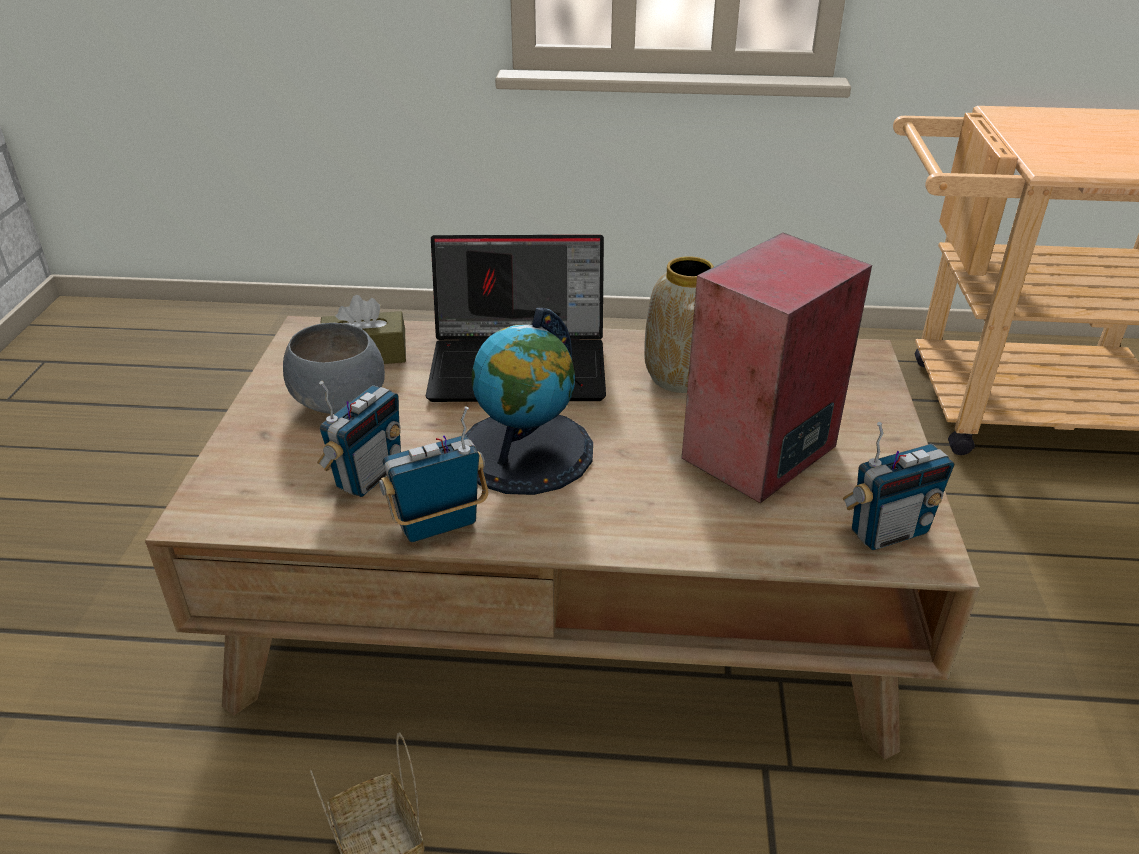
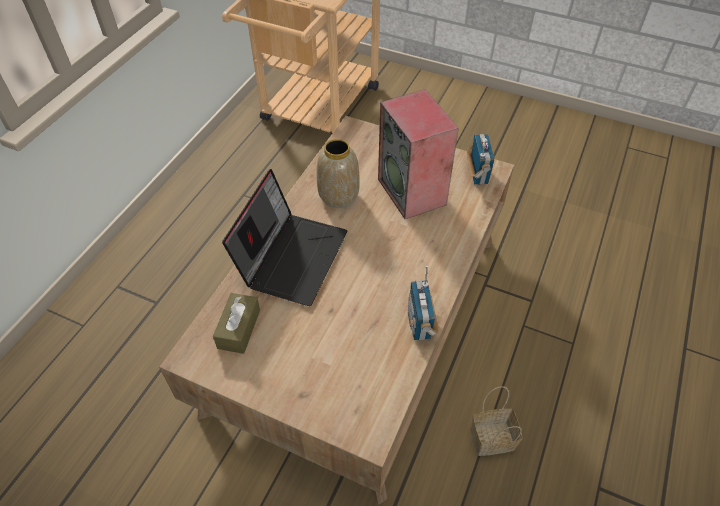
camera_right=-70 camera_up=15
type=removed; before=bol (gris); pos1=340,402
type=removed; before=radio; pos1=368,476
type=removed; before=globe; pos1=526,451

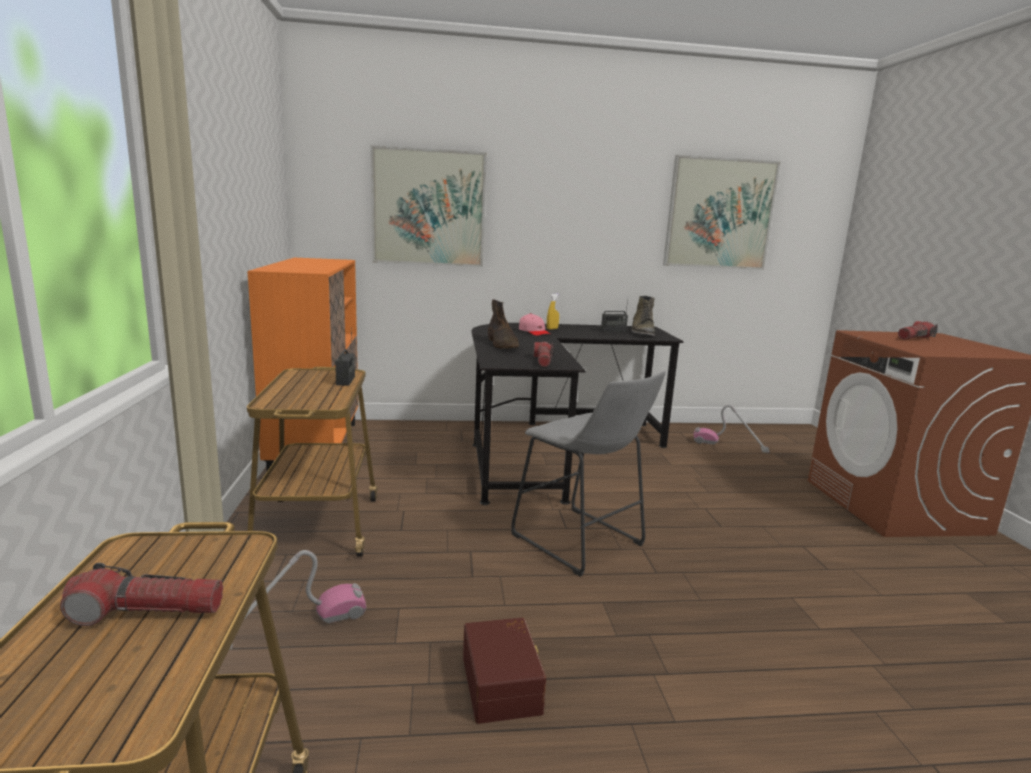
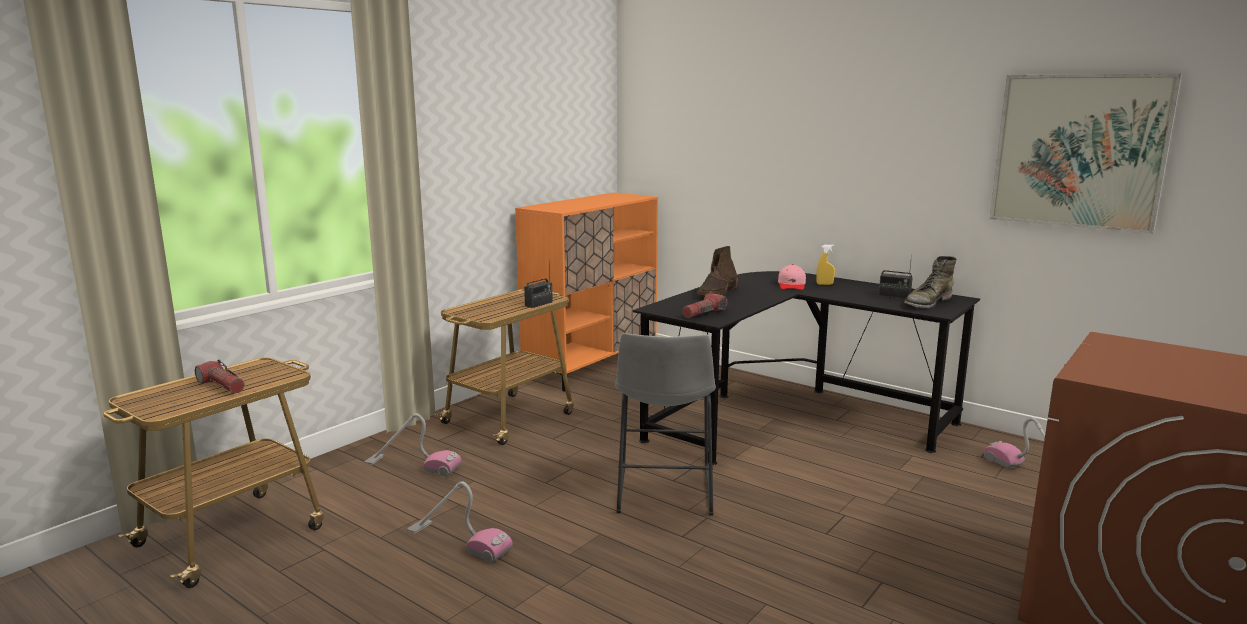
camera_right=45 camera_up=0
type=replaced; before=boîte de rangement (marron); after=aspirateur; pos1=503,684; pos2=458,541
type=removed; before=tableau; pos1=428,208
type=removed; before=lampe de poche; pos1=915,338

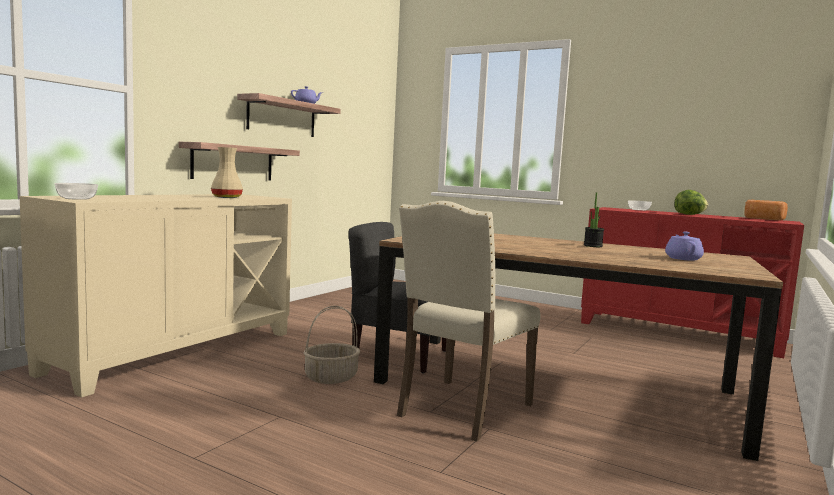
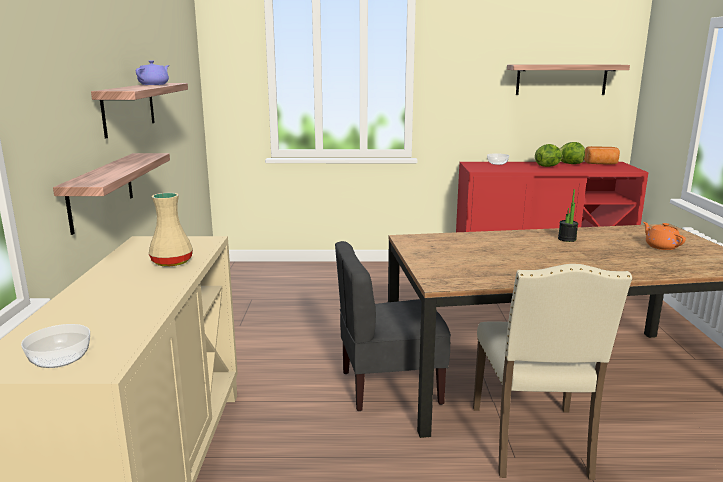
camera_right=-30 camera_up=10
type=added; after=étagère; pos2=561,79
type=added; after=laitue; pos2=569,164
type=recoloured; before=théière (violet); after=théière (orange); pos1=682,258; pos2=661,246
type=removed; before=panier; pos1=331,377

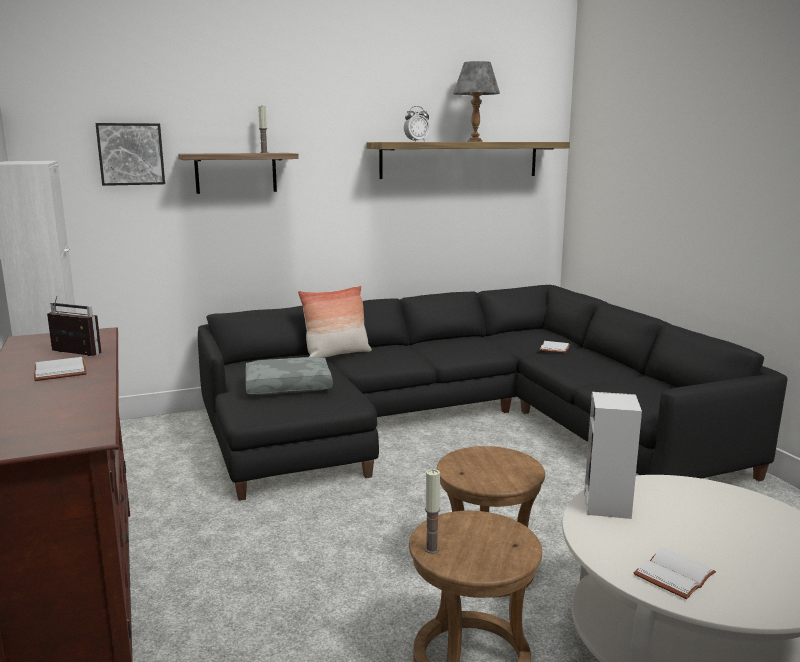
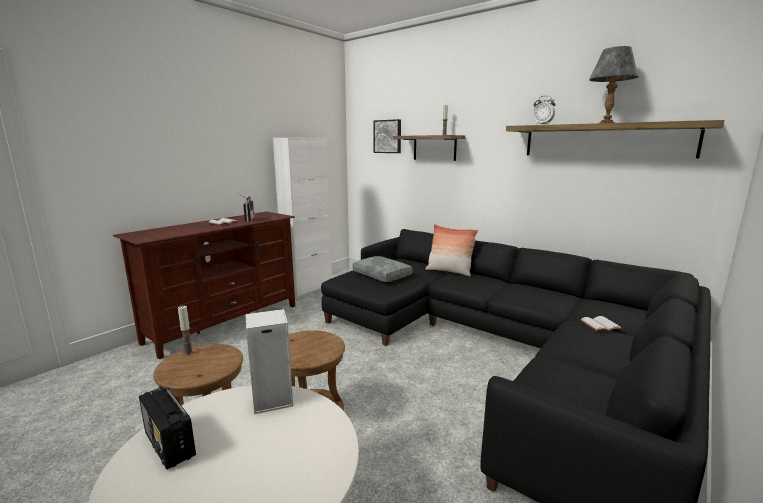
camera_right=60 camera_up=0
type=replaced; before=livre (blanc); after=radio; pos1=673,574; pos2=170,445

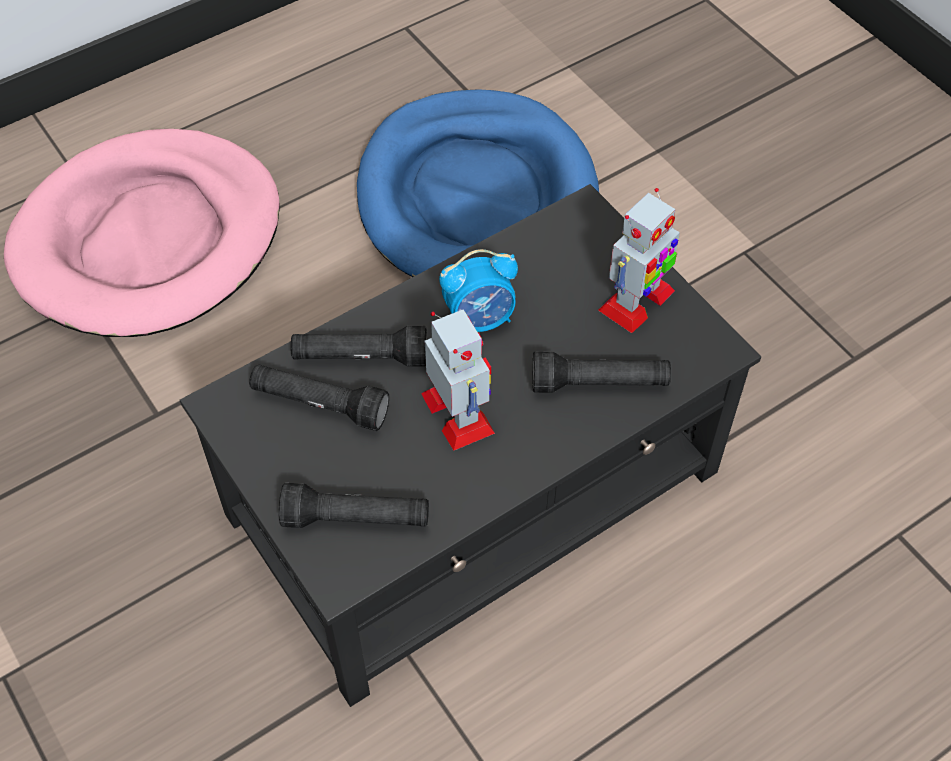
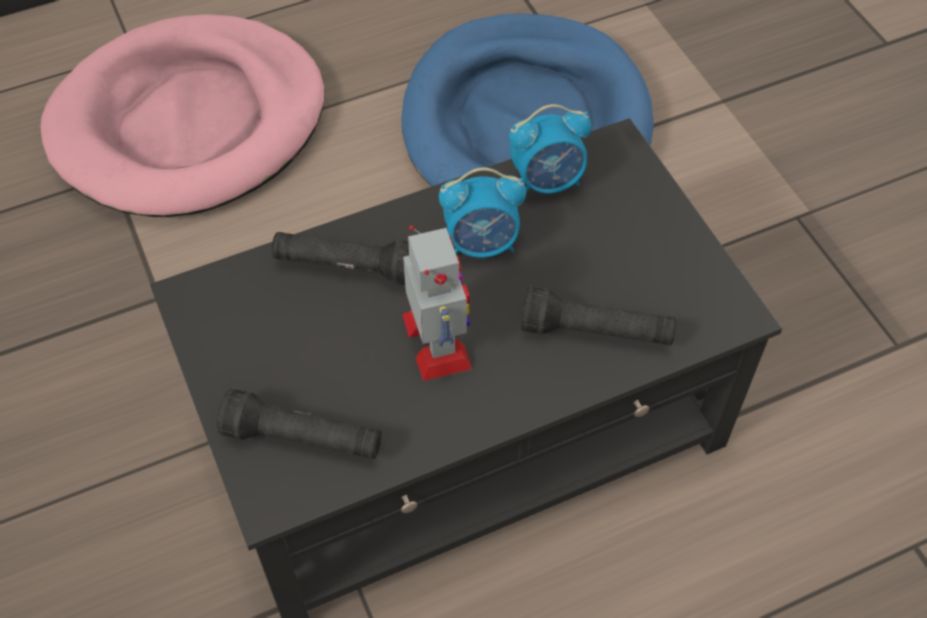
camera_right=10 camera_up=0
type=added; after=réveil; pos2=547,182
type=removed; before=lampe de poche (noir); pos1=319,405
type=removed; before=robot jouet; pos1=636,301

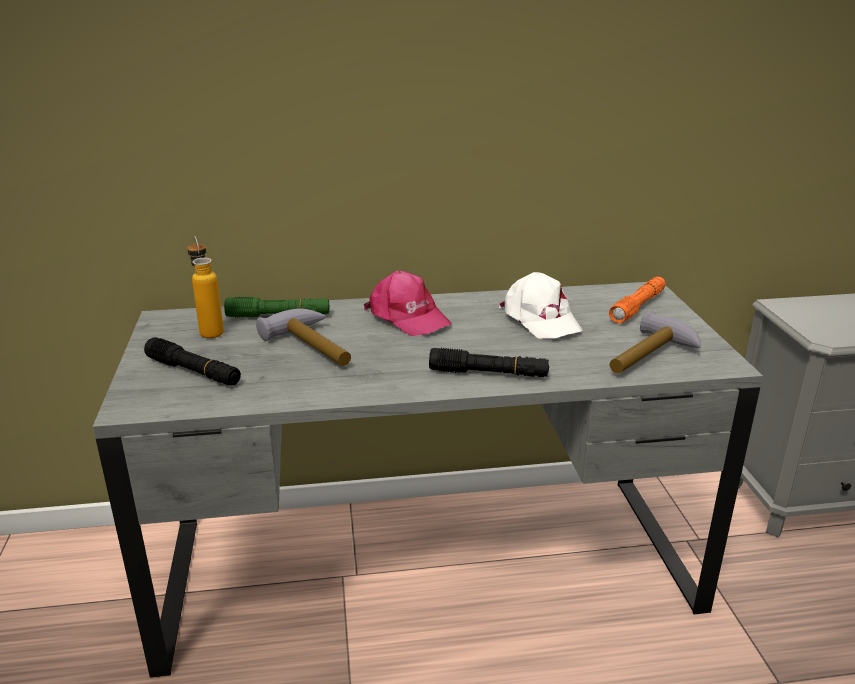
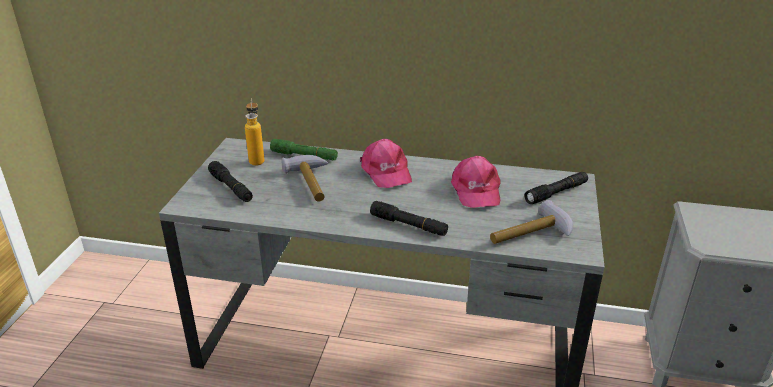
camera_right=20 camera_up=5
type=recoloured; before=casquette (blanc); after=casquette (rose); pos1=540,319; pos2=475,190
type=recoloured; before=lampe de poche (orange); after=lampe de poche (noir); pos1=638,307; pos2=556,193

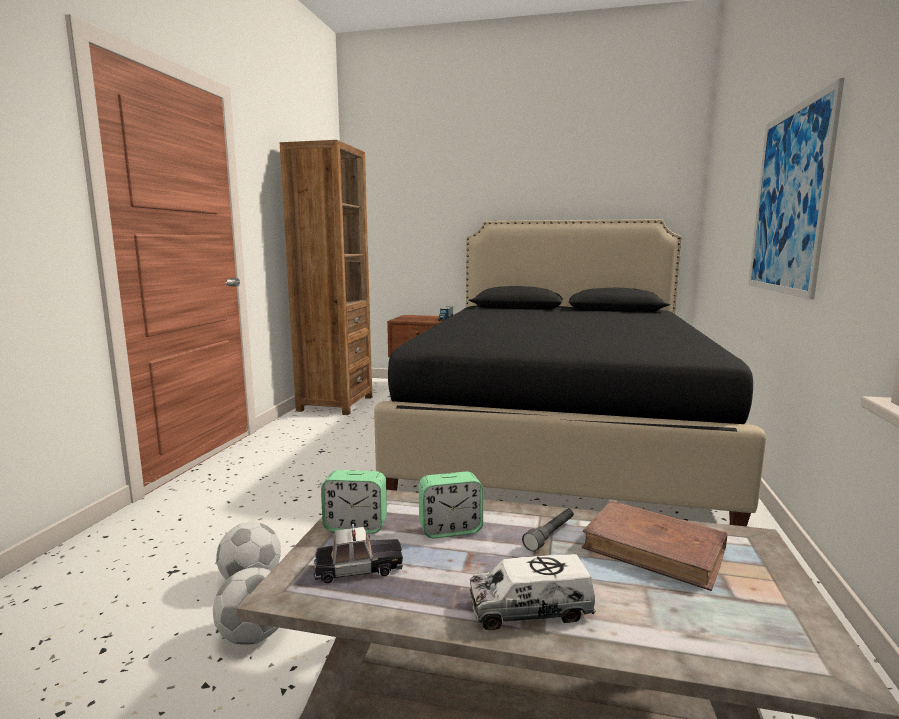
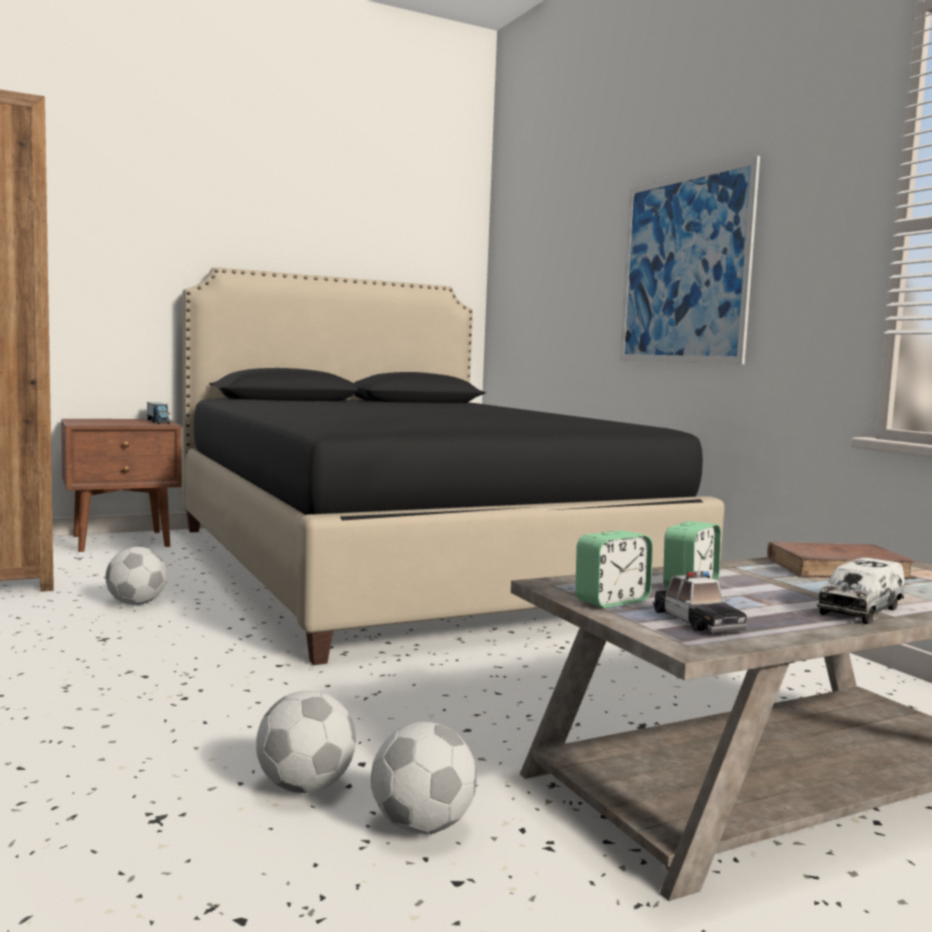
camera_right=-40 camera_up=-5
type=added; after=ballon de foot; pos2=137,603
type=turned; before=petite voiture; pos1=358,567; pos2=696,620; turn=120
type=removed; before=lampe de poche (gris); pos1=550,535

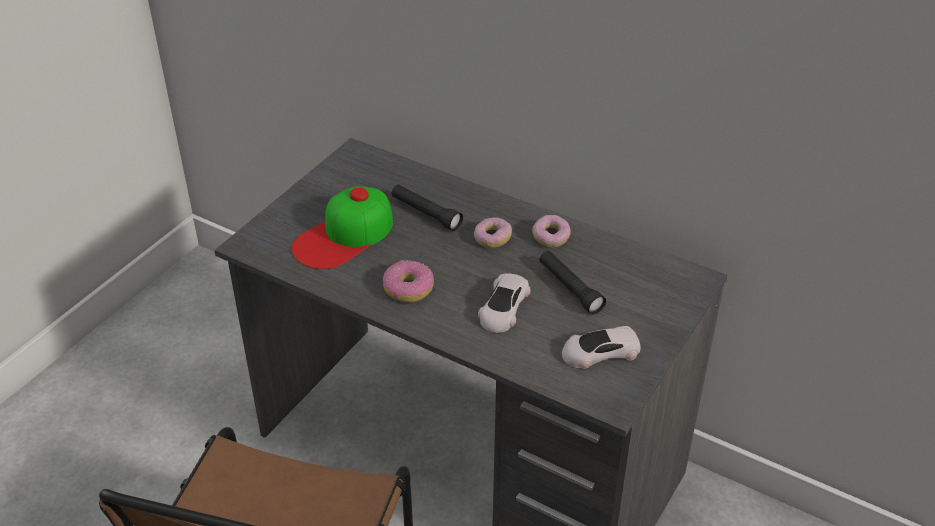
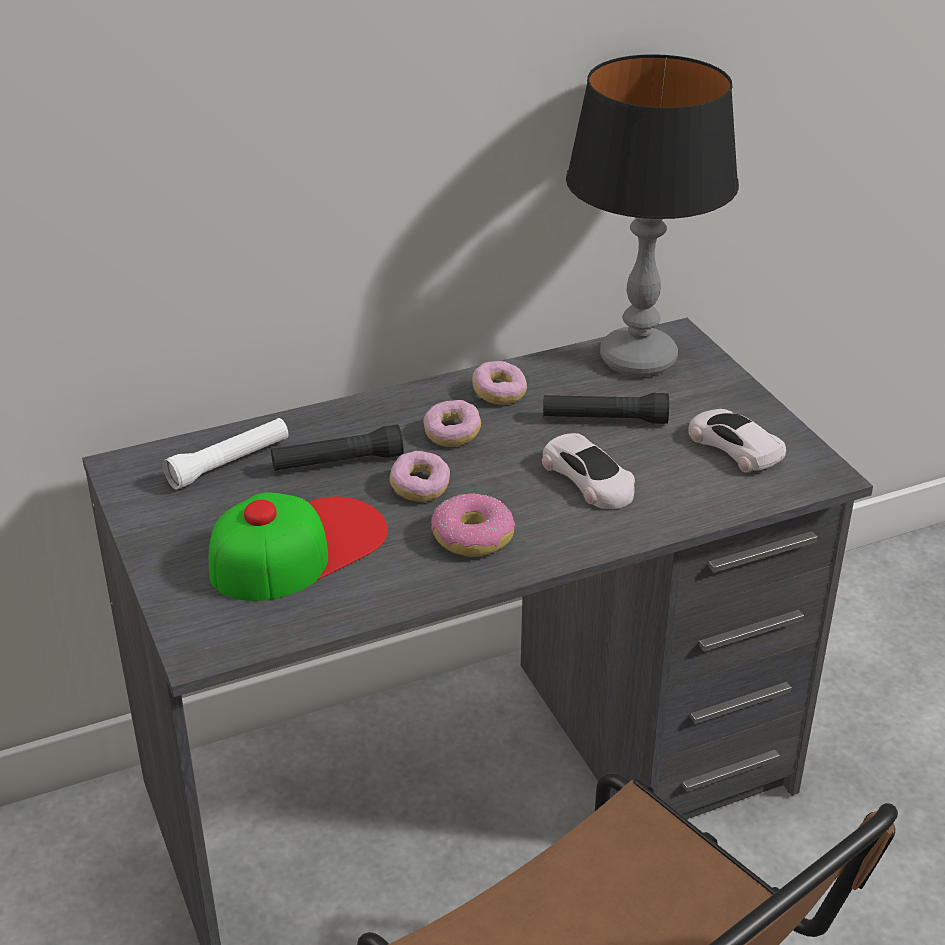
camera_right=-55 camera_up=-5
type=added; after=lampe de poche (blanc); pos2=229,463
type=turned; before=casquette; pos1=344,236; pos2=298,548; turn=-120
type=added; after=beignet; pos2=420,488
type=added; after=lampe de table; pos2=637,359
type=turned; before=petite voiture (blanc); pos1=600,352; pos2=733,447; turn=120

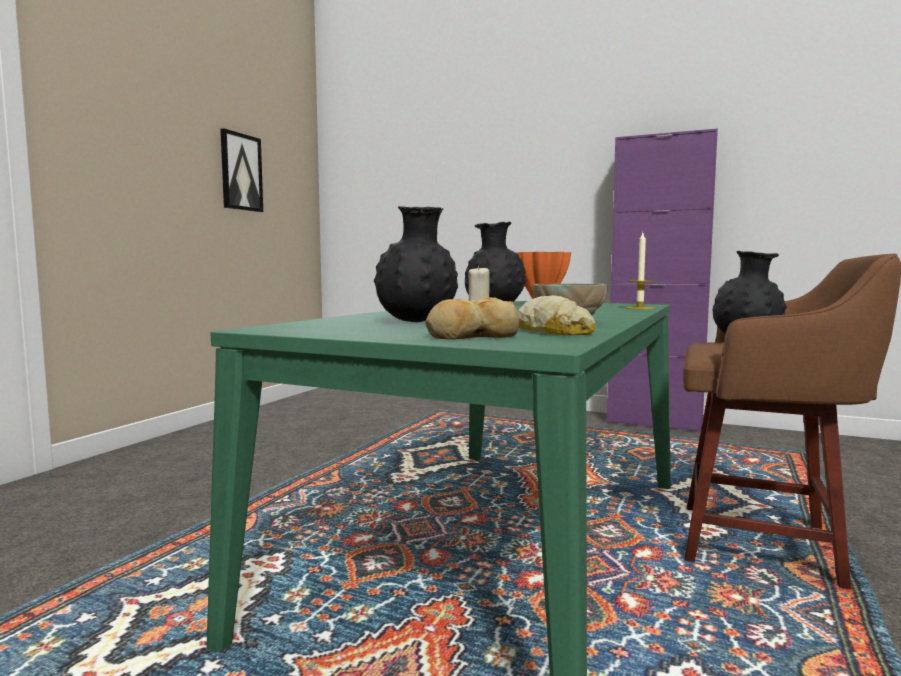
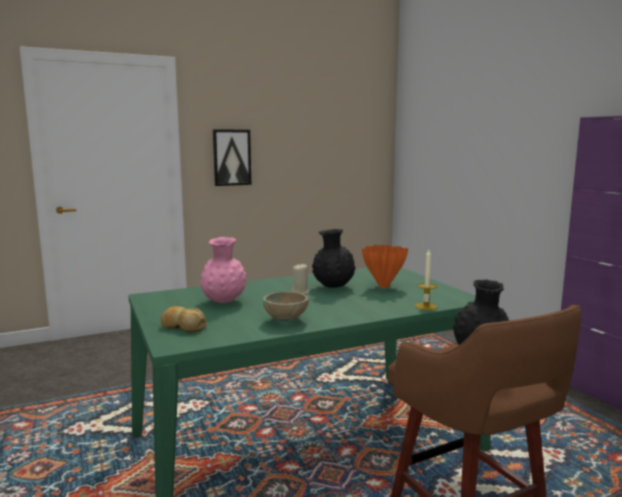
camera_right=40 camera_up=5
type=recoloured; before=vase (noir); after=vase (rose); pos1=416,322; pos2=224,301
type=moved; before=tableau; pos1=241,172; pos2=232,157
type=removed; before=pain; pos1=553,331

